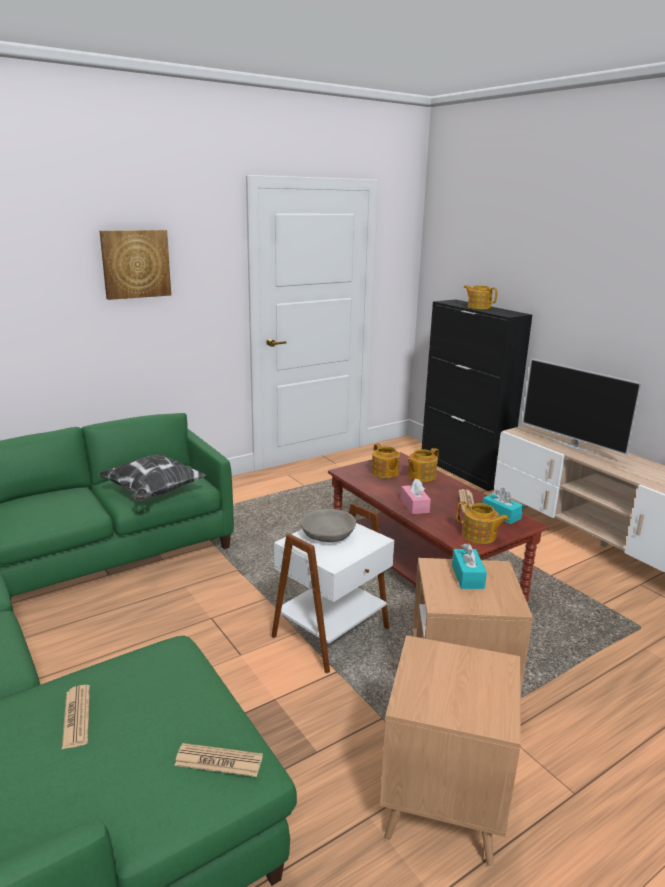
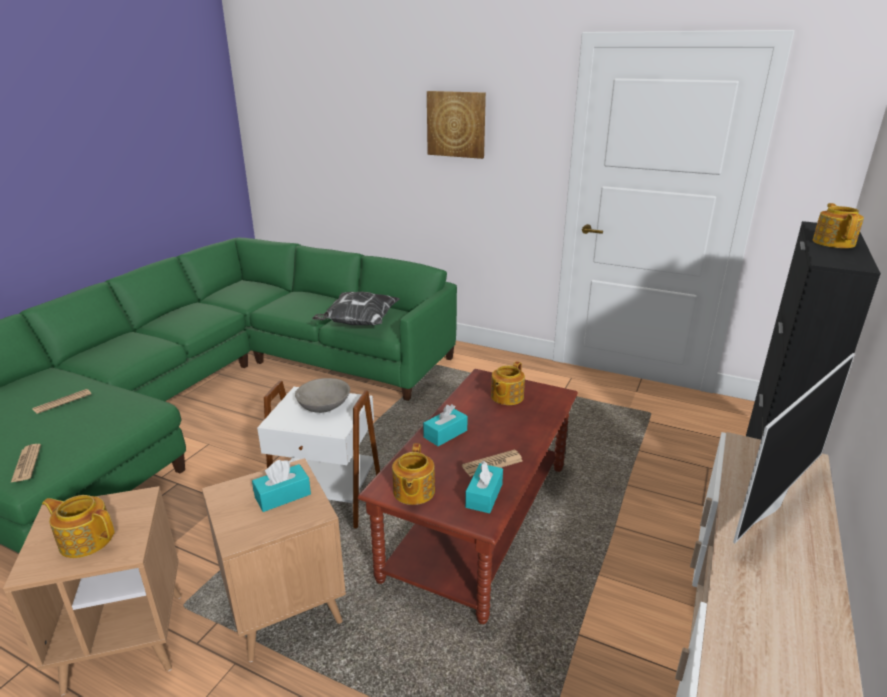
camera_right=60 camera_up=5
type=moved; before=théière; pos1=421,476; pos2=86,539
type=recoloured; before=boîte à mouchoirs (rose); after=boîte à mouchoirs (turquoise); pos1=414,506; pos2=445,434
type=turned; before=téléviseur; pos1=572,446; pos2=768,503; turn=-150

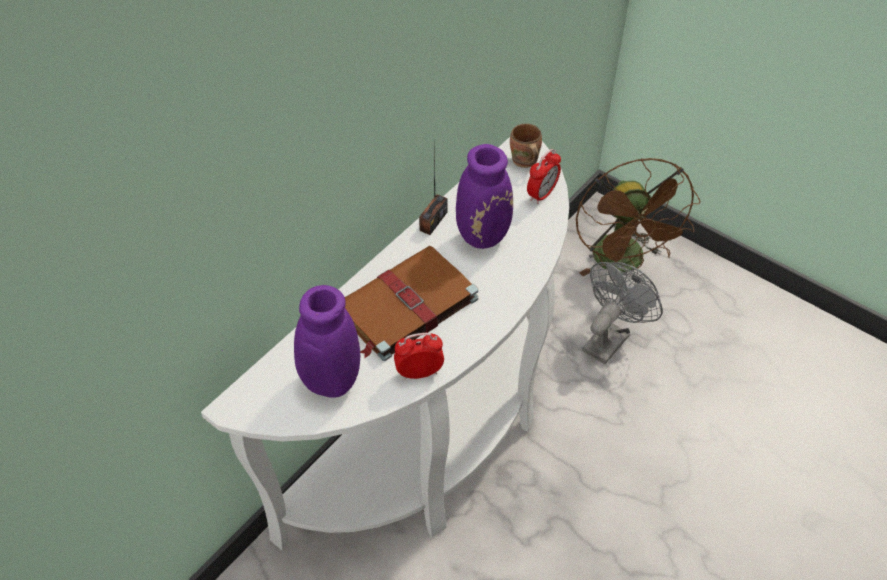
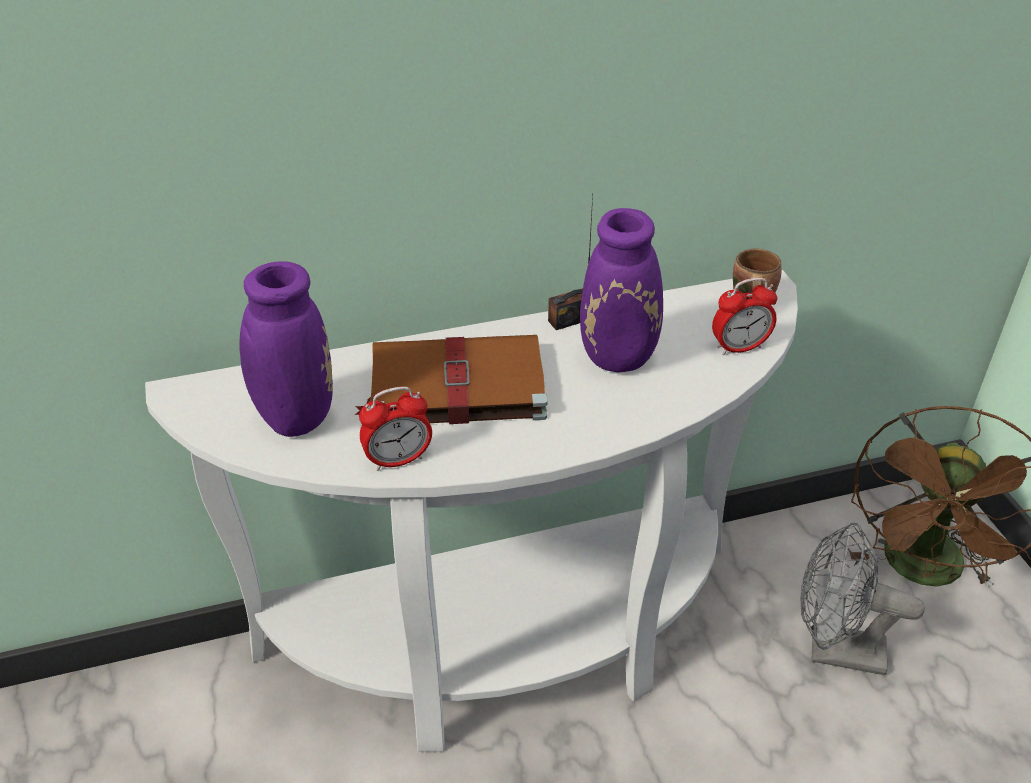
camera_right=35 camera_up=-10
type=turned; before=réveil; pos1=419,373; pos2=398,460; turn=135
type=turned; before=ventilateur (gris); pos1=609,337; pos2=834,651; turn=-150

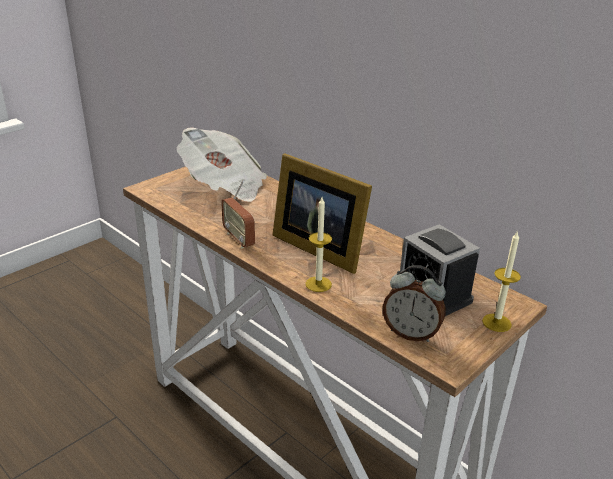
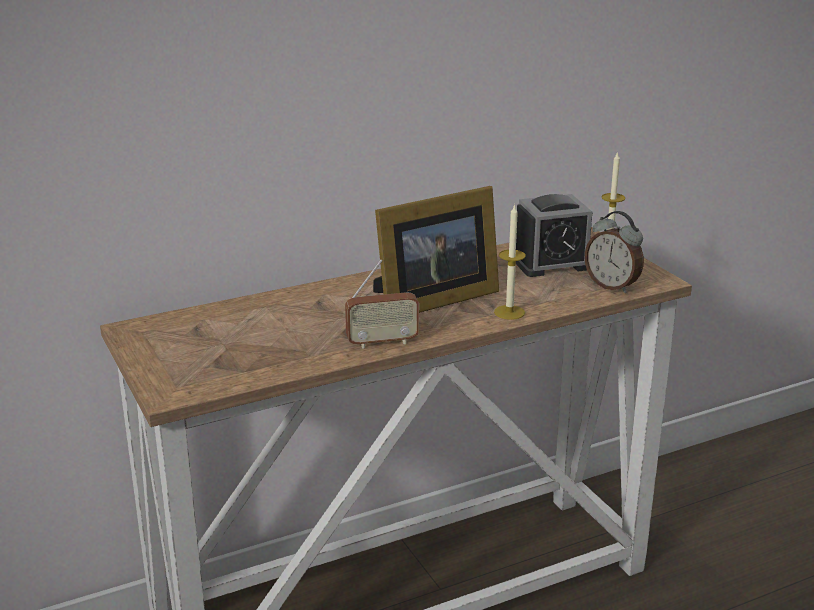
camera_right=-70 camera_up=-5
type=turned; before=réveil; pos1=411,333; pos2=612,286; turn=90
type=removed; before=journal; pos1=224,185

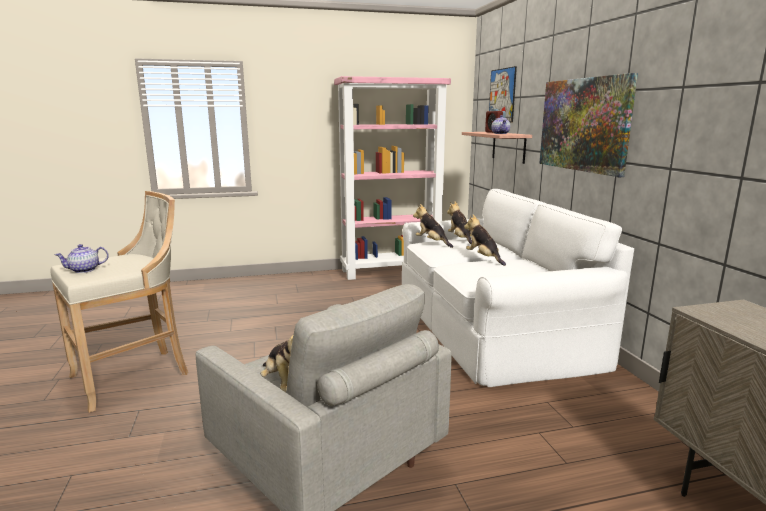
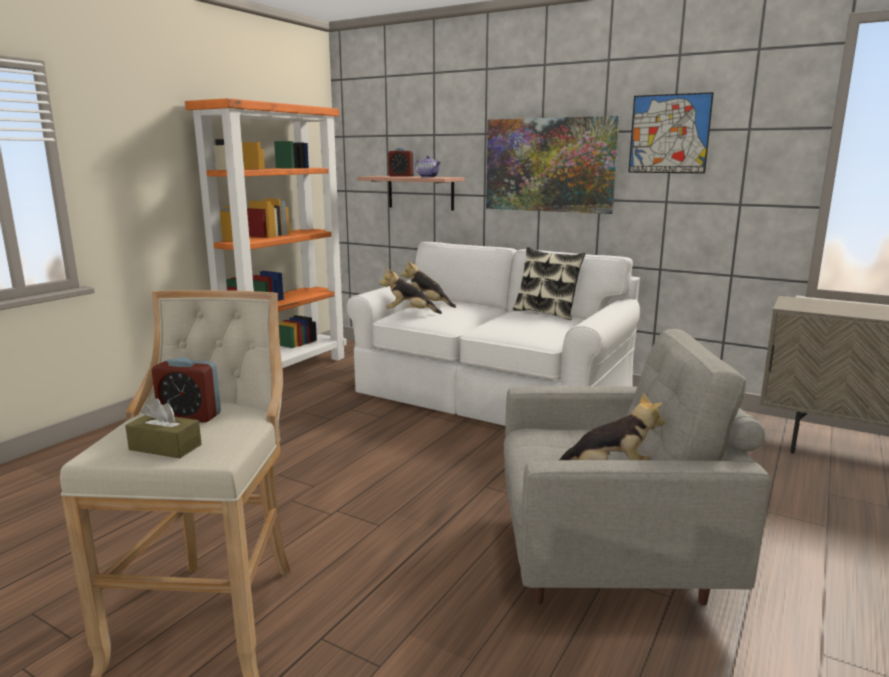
camera_right=-45 camera_up=0
type=replaced; before=théière; after=boîte à mouchoirs (marron); pos1=84,270; pos2=165,447
type=added; after=réveil; pos2=190,416
type=recoloured; before=bibliothèque (rose); after=bibliothèque (orange); pos1=391,271; pos2=286,371
type=added; after=coussin; pos2=546,313
type=moved; before=tableau; pos1=502,95; pos2=669,134
type=removed; before=peluche; pos1=483,258

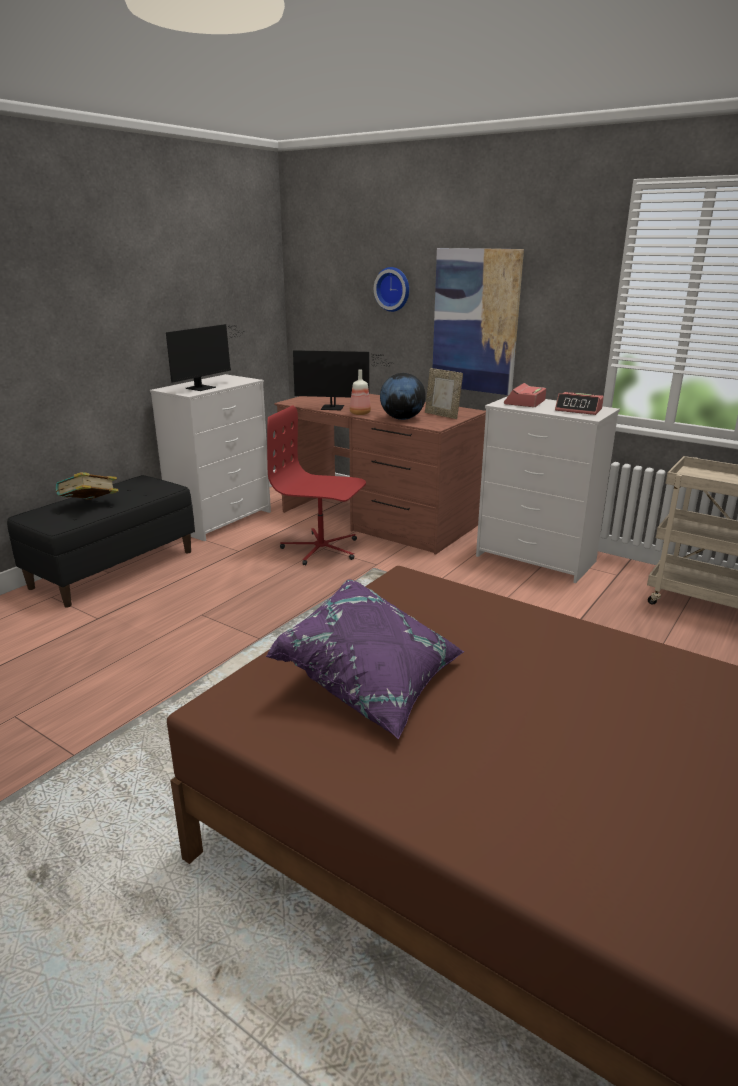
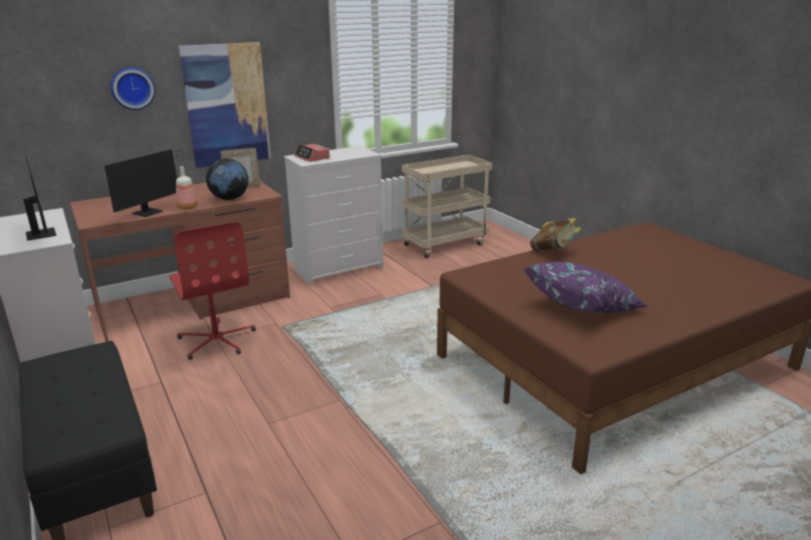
camera_right=-65 camera_up=0
type=turned; before=chaise de bureau (rouge); pos1=321,549; pos2=217,340; turn=-75
type=moved; before=livre; pos1=89,505; pos2=553,251
type=removed; before=réveil; pos1=578,410

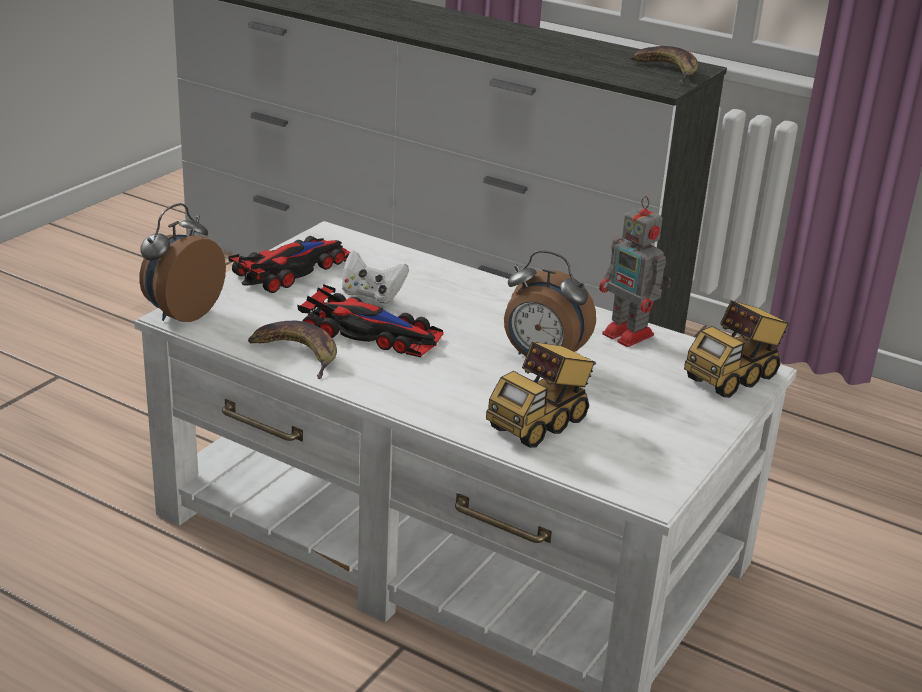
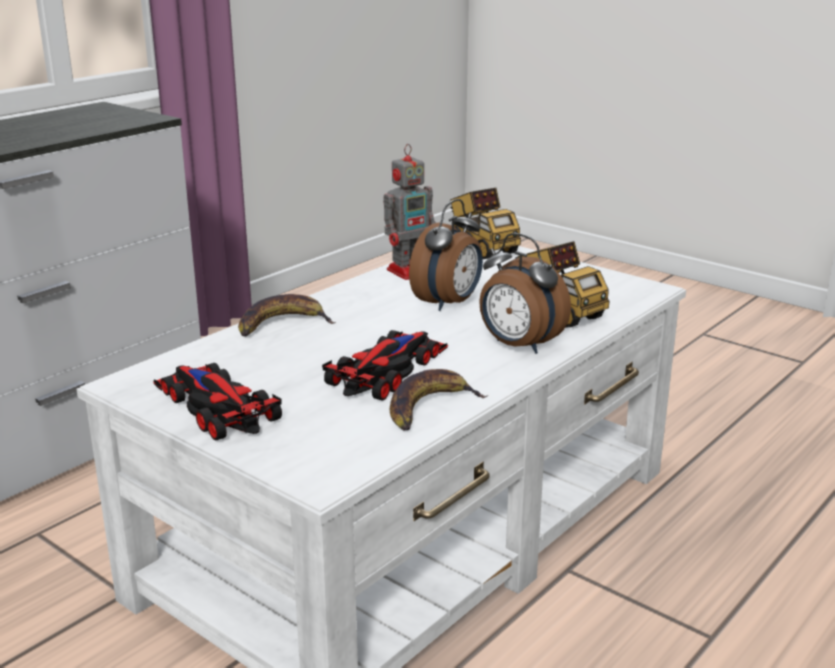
camera_right=-80 camera_up=-5
type=moved; before=banane; pos1=667,70; pos2=282,324
type=moved; before=réveil; pos1=181,313; pos2=518,346
type=removed; before=manette (blanc); pos1=372,295

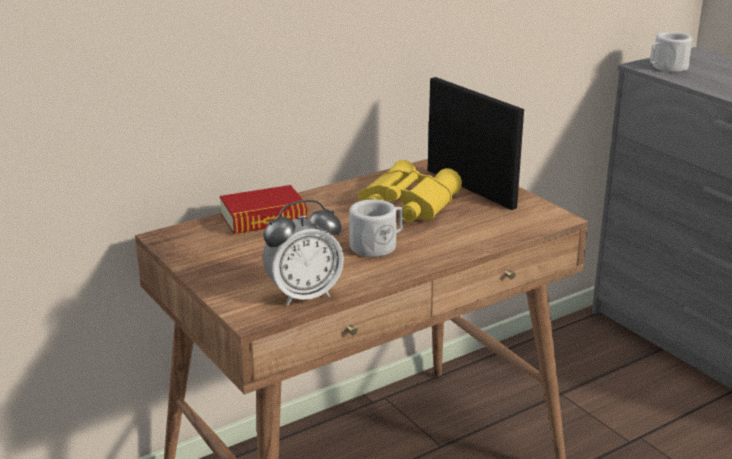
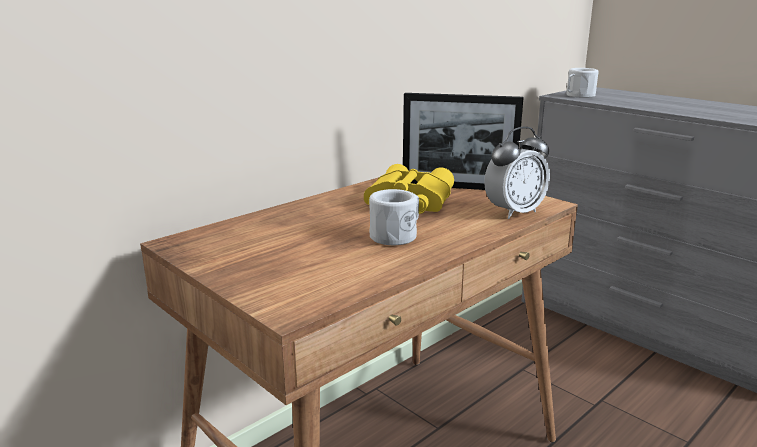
camera_right=-10 camera_up=-5
type=turned; before=cadre photo; pos1=470,188; pos2=458,187; turn=150
type=moved; before=réveil; pos1=304,295; pos2=514,212
type=removed; before=livre; pos1=263,218

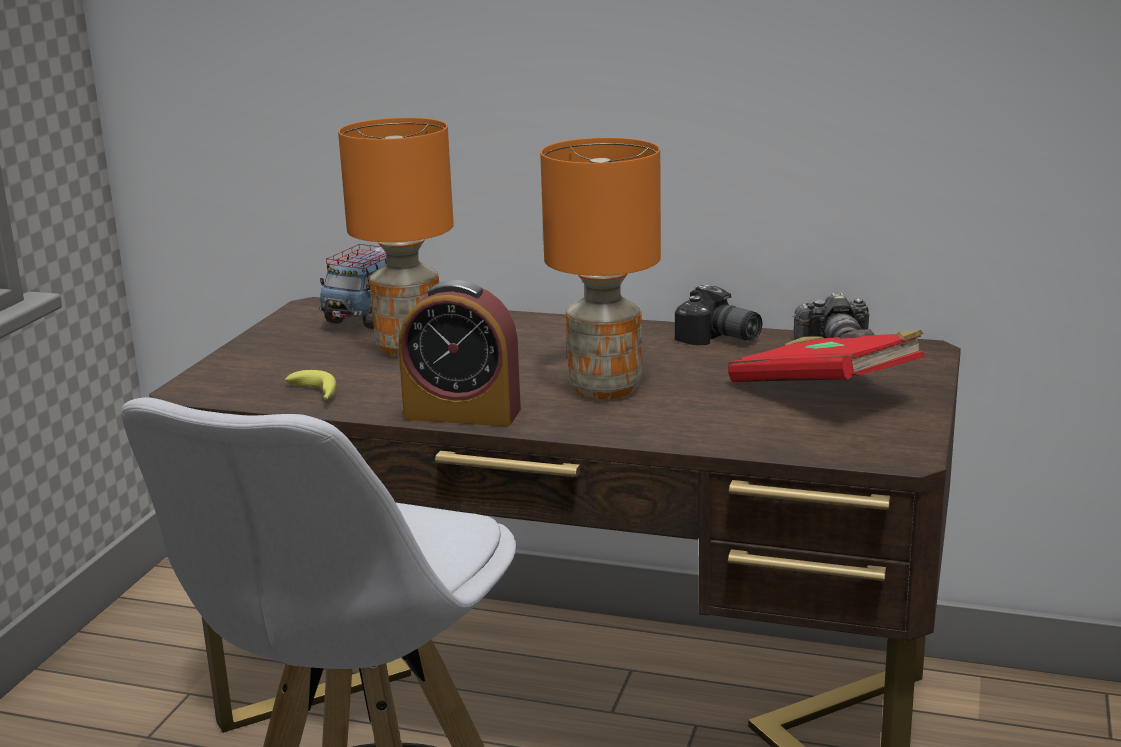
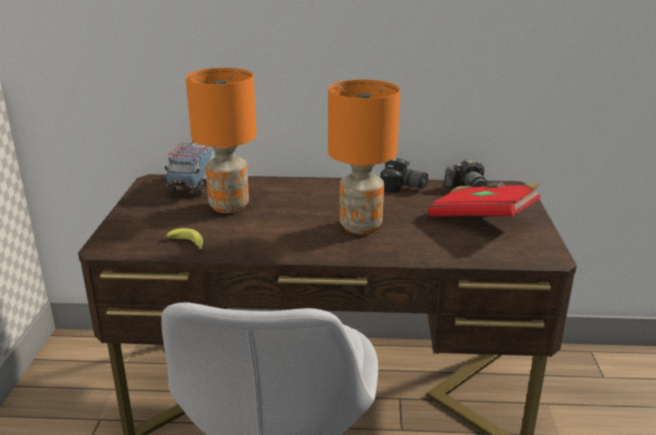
camera_right=-15 camera_up=5
type=removed; before=réveil; pos1=462,413

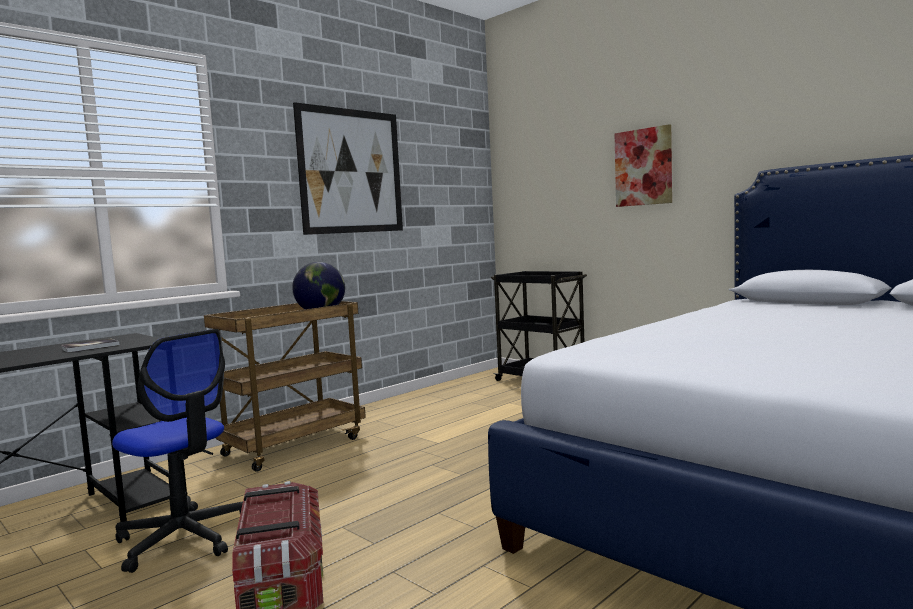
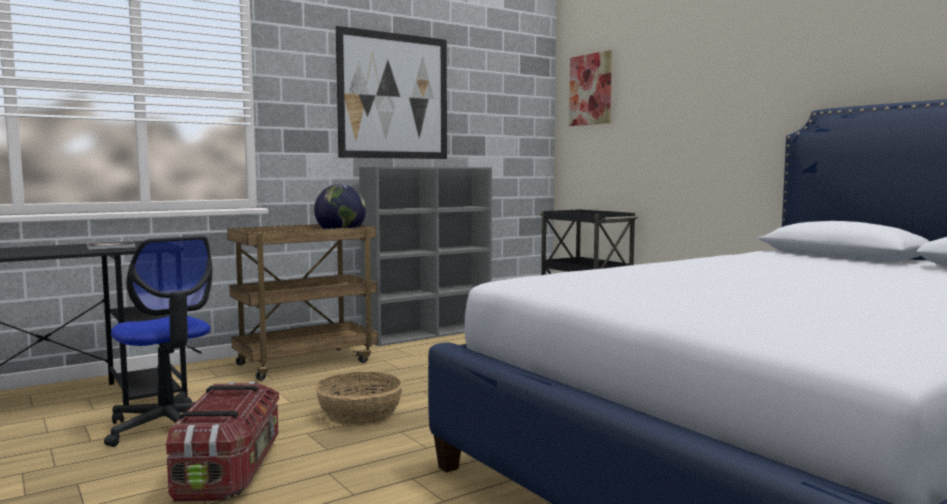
camera_right=10 camera_up=0
type=added; after=panier; pos2=359,414
type=added; after=bibliothèque (gris); pos2=430,333
type=moved; before=tableau; pos1=643,167; pos2=591,89

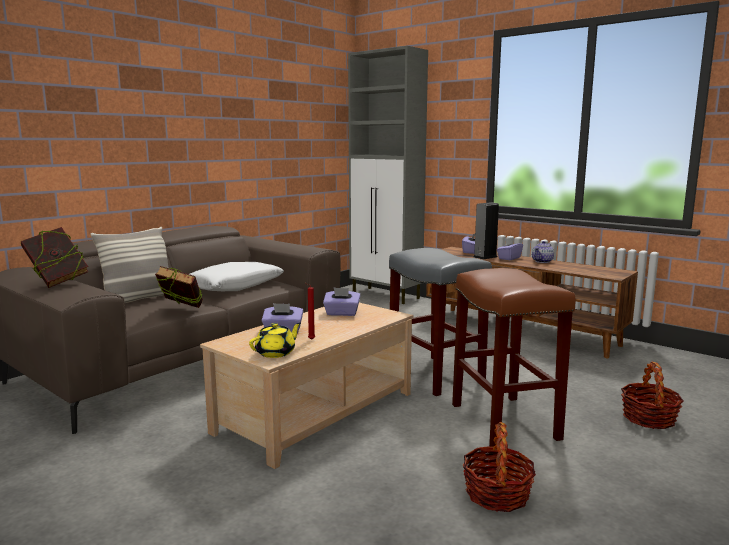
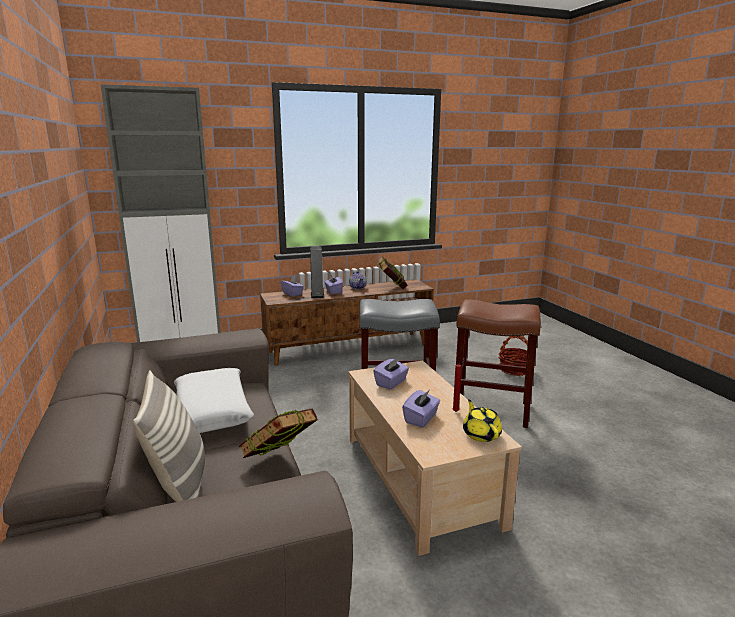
camera_right=-60 camera_up=5
type=moved; before=livre; pos1=58,283; pos2=392,288
type=removed; before=panier; pos1=497,494

